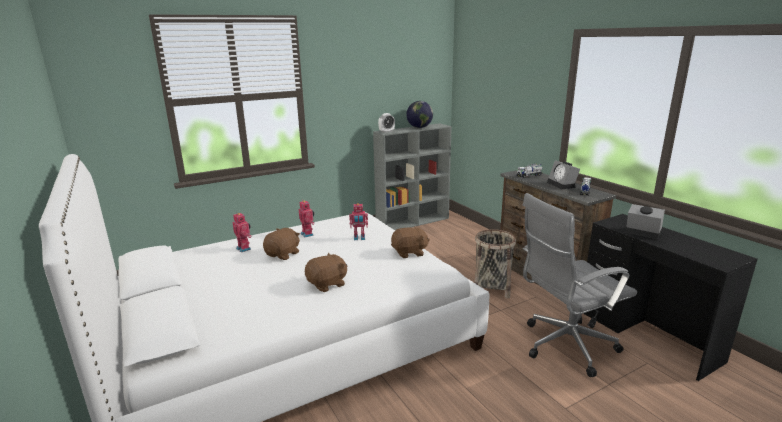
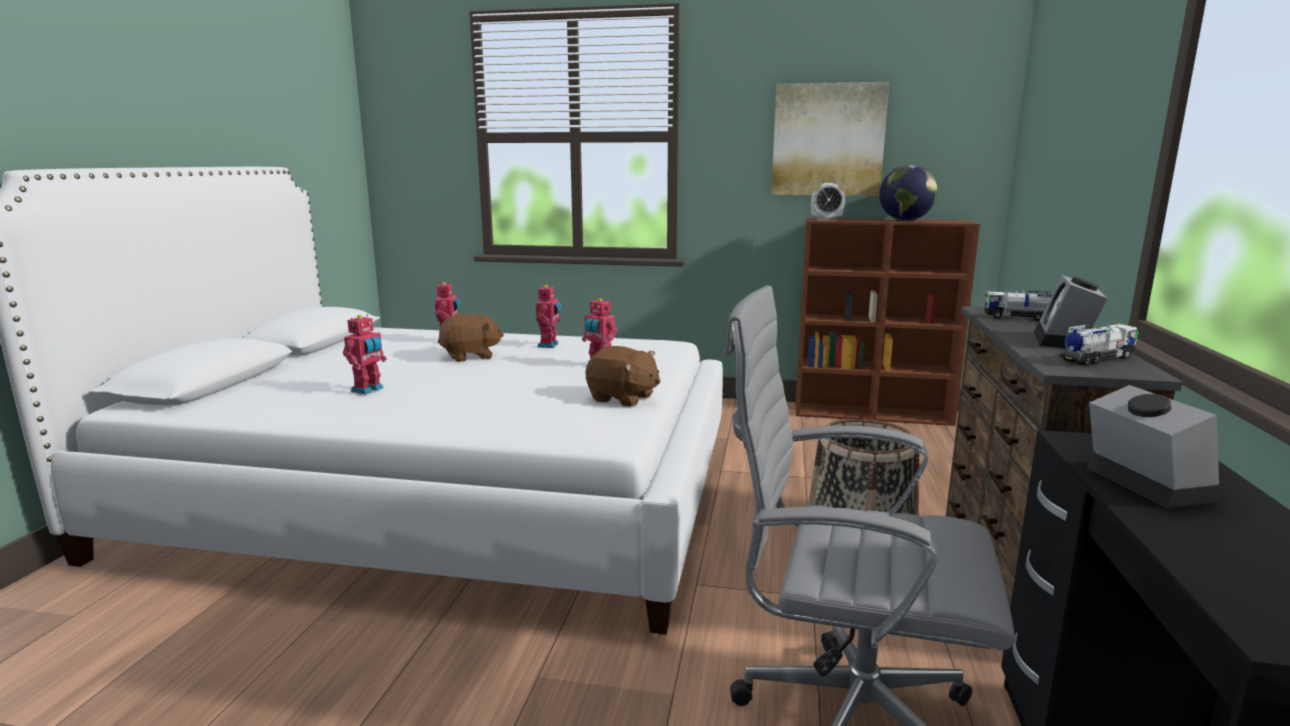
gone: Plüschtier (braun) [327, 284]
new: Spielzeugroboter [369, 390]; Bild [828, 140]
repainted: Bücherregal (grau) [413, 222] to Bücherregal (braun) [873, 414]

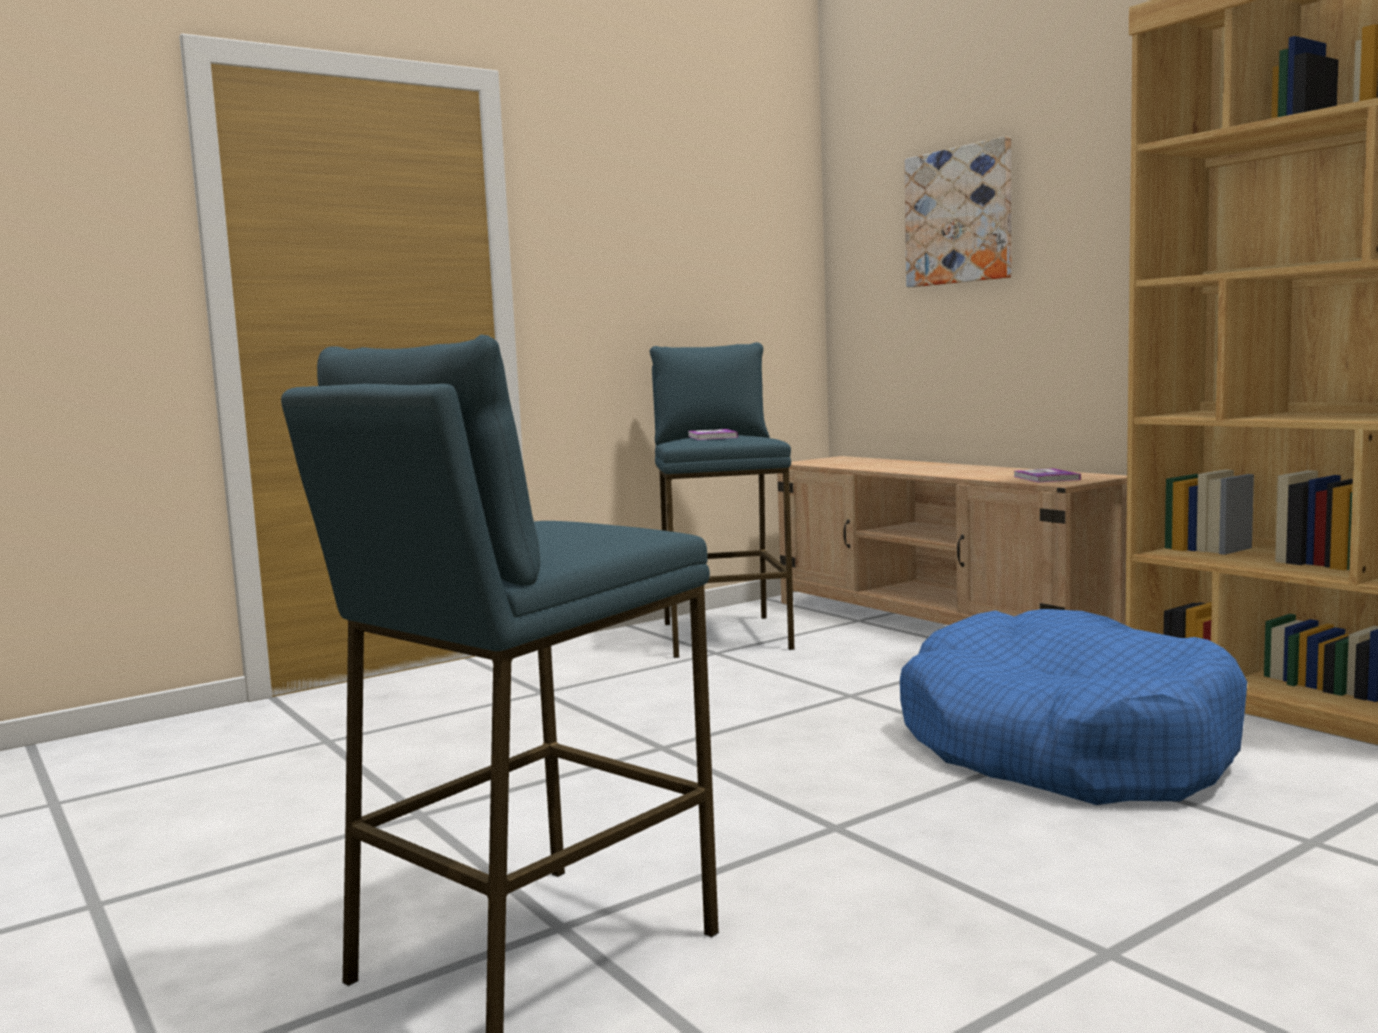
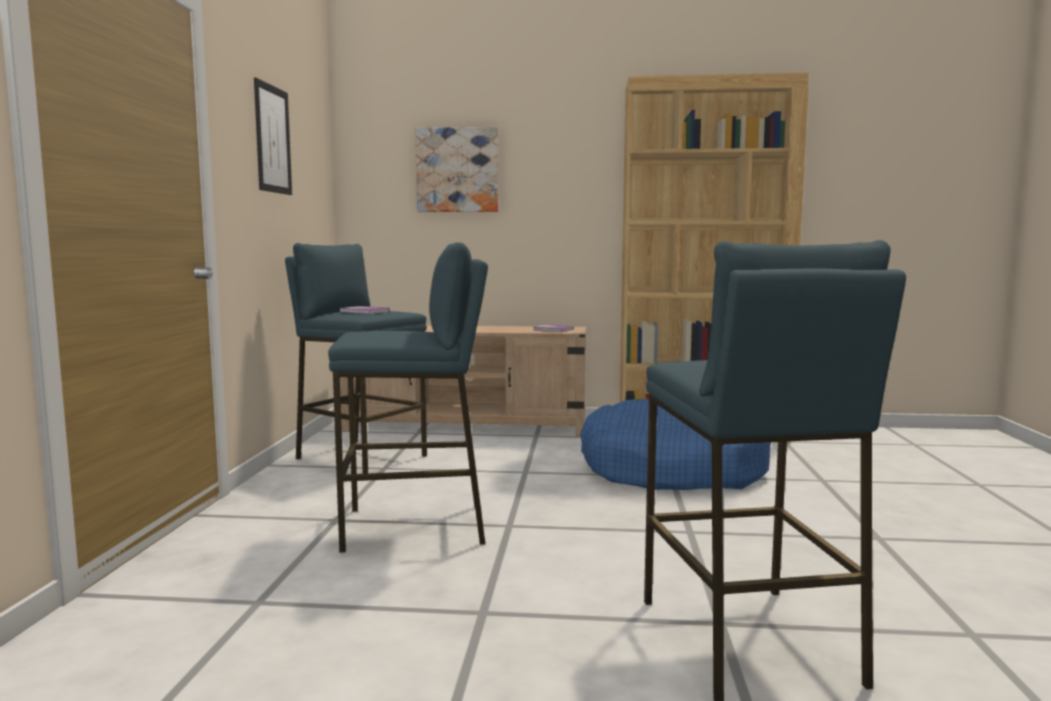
new: Bild [272, 139]; Hocker (blau) [416, 527]

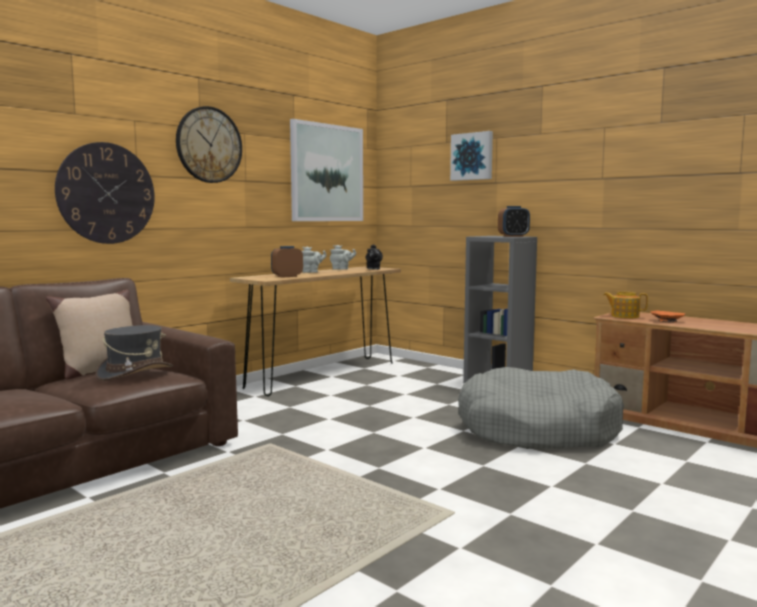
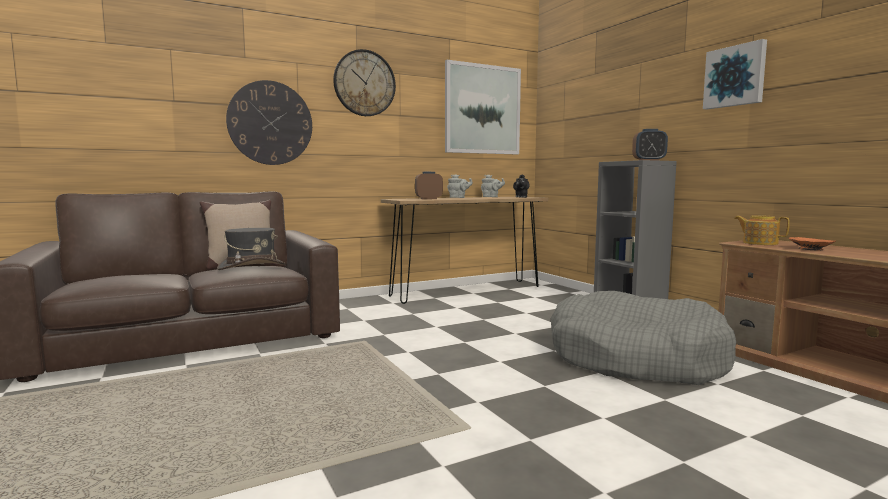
shifted: Bild [472, 156] to [735, 76]

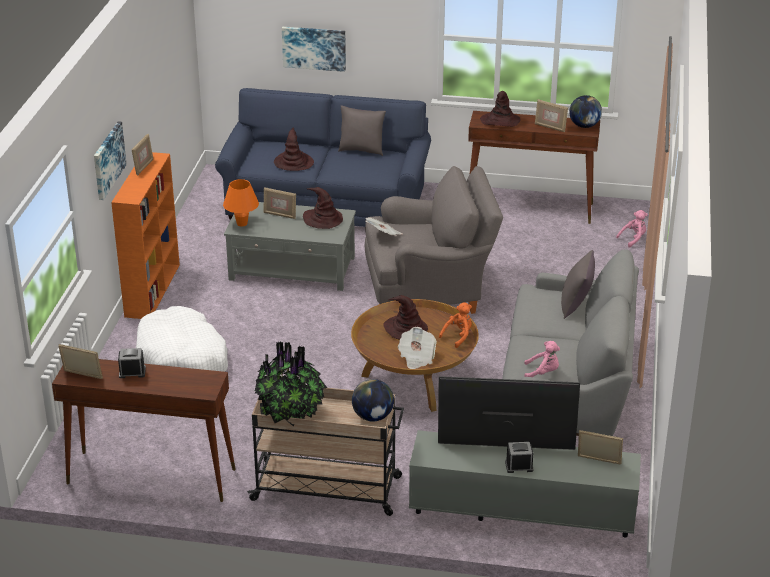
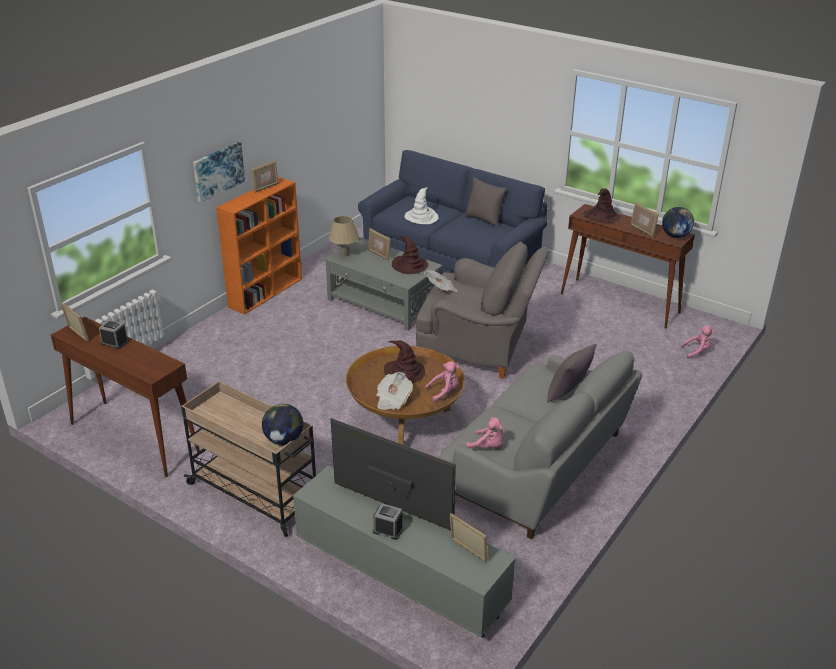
gone: Hundebett (weiß) [182, 359]; Topfpflanze [291, 413]; Bild [314, 48]
repainted: Tischlampe (orange) [242, 223] to Tischlampe (beige) [344, 254]; Hut (braun) [293, 162] to Hut (weiß) [421, 217]; Plüschtier (orange) [458, 336] to Plüschtier (rosa) [444, 392]

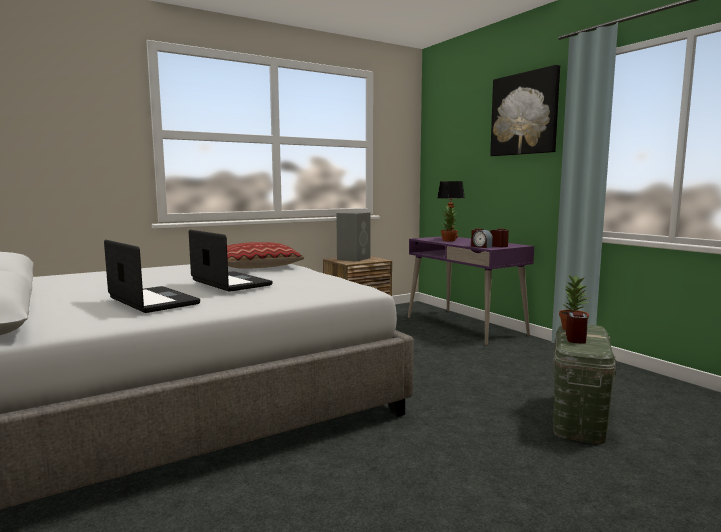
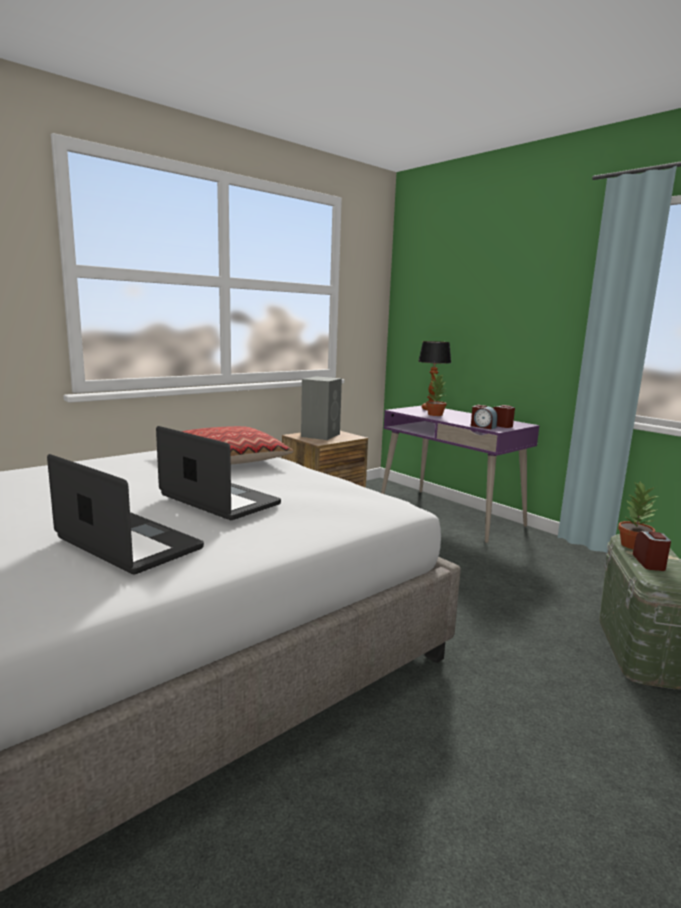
gone: Bild [524, 114]

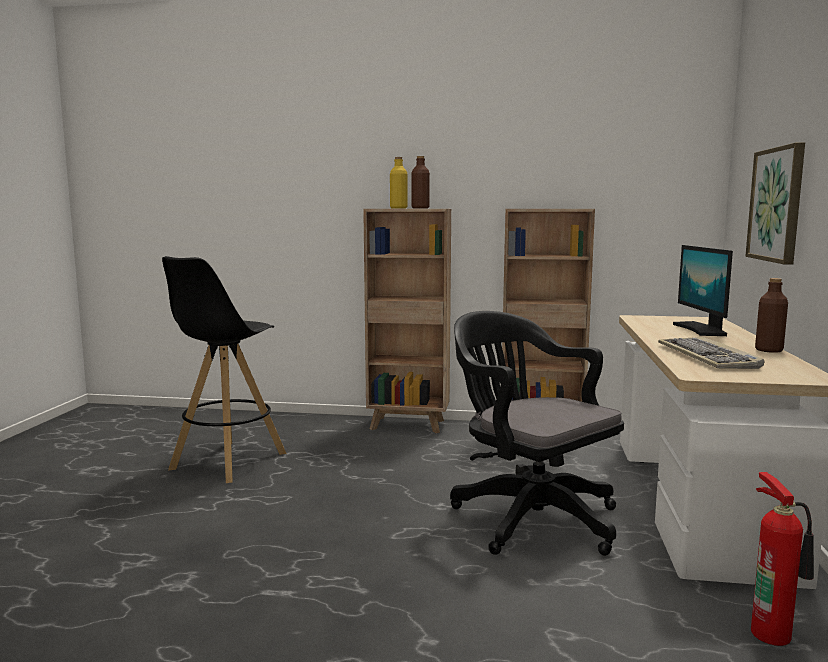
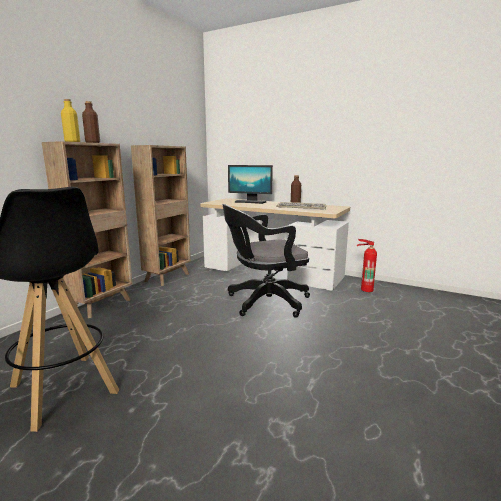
gone: Bild [777, 204]

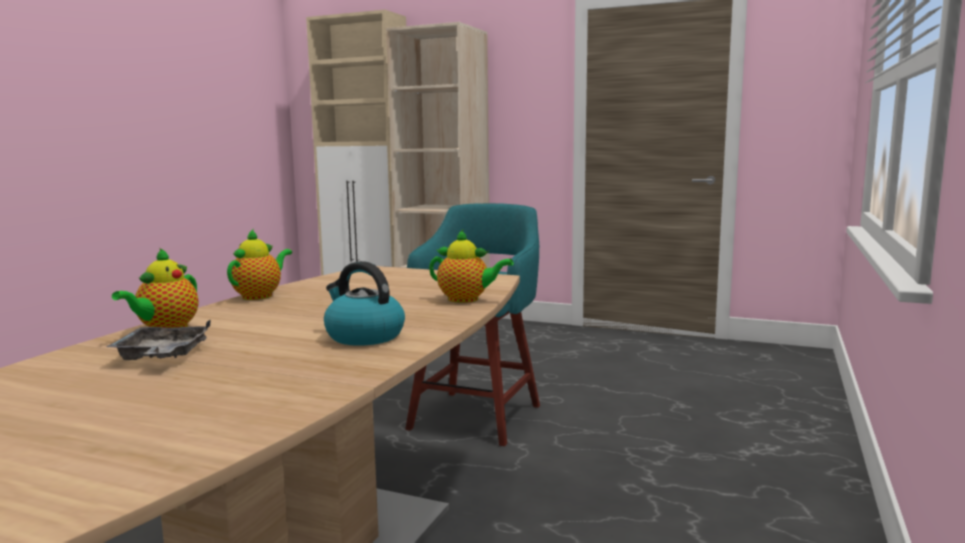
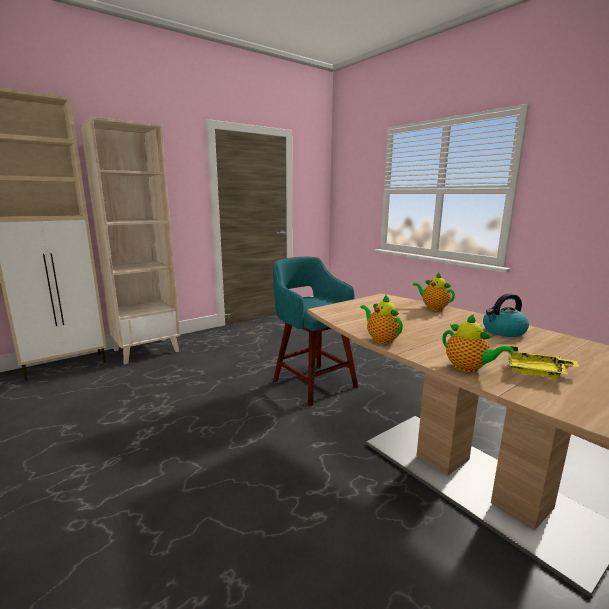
repainted: Tablett (grau) [162, 356] to Tablett (gelb) [537, 372]
rotated: Teekanne [467, 299] = [433, 307] 90 degrees counterclockwise

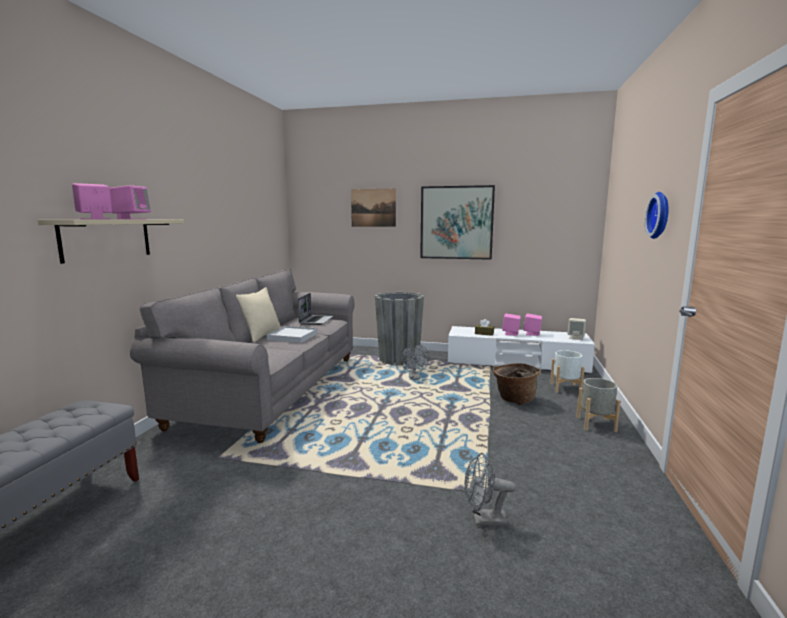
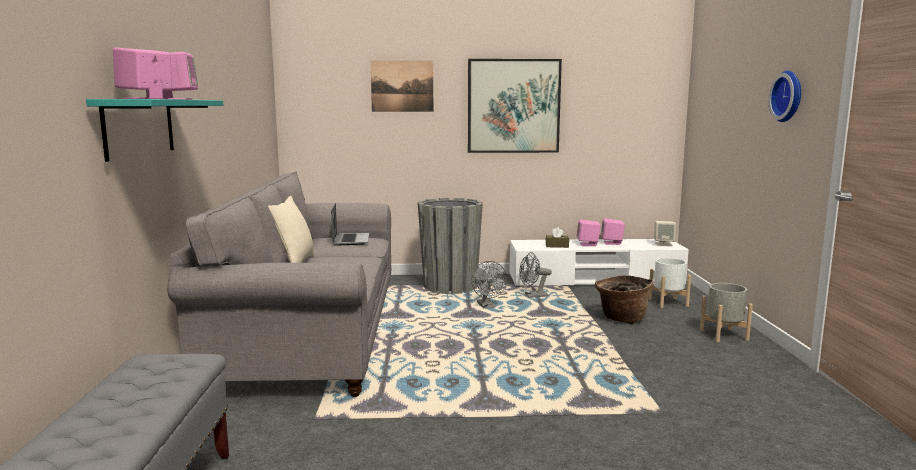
gone: Tablett (weiß) [293, 336]
shifted: Ventilator (grau) [484, 520] to [533, 296]
repainted: Wandregal (beige) [107, 239] to Wandregal (türkis) [139, 127]

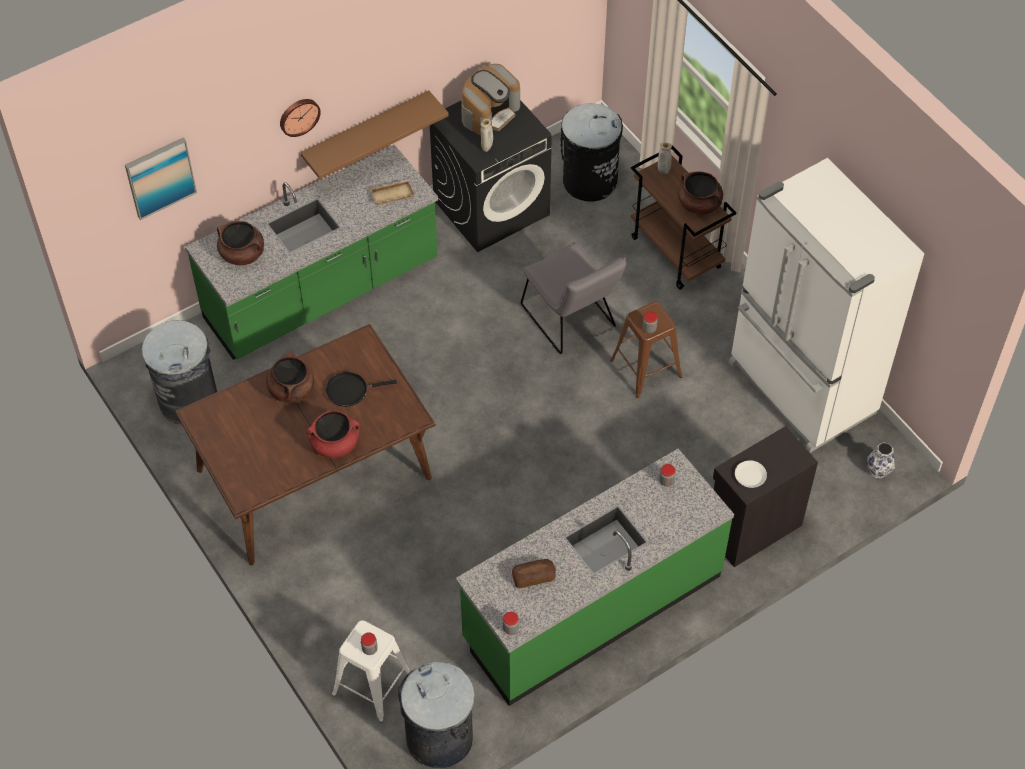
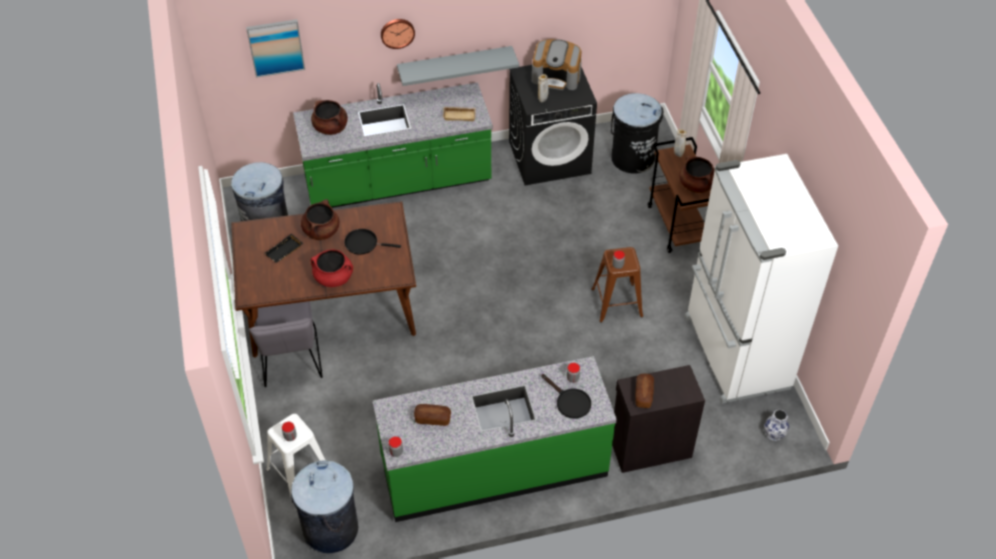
new: Tablett (schwarz) [284, 252]; Pfanne (schwarz) [569, 402]
shifted: Stuhl (grau) [571, 320] to [291, 362]
swapped: Teller (weiß) [750, 476] to Brot [643, 394]
repainted: Wandregal (braun) [366, 131] to Wandregal (grau) [455, 64]
rotated: Kaffeemaschine [489, 113] = [556, 77] 45 degrees clockwise

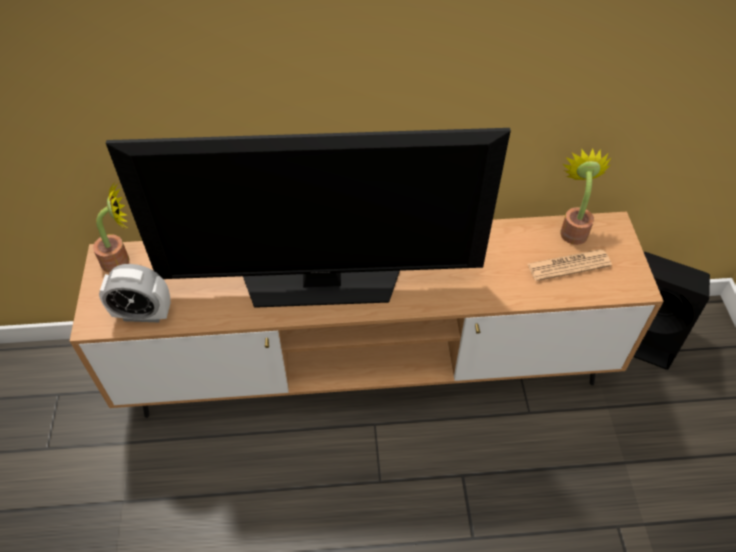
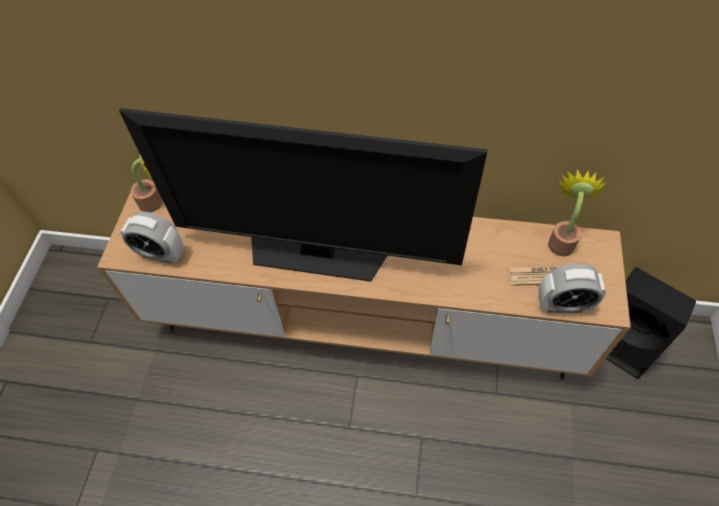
new: Wecker [563, 305]

